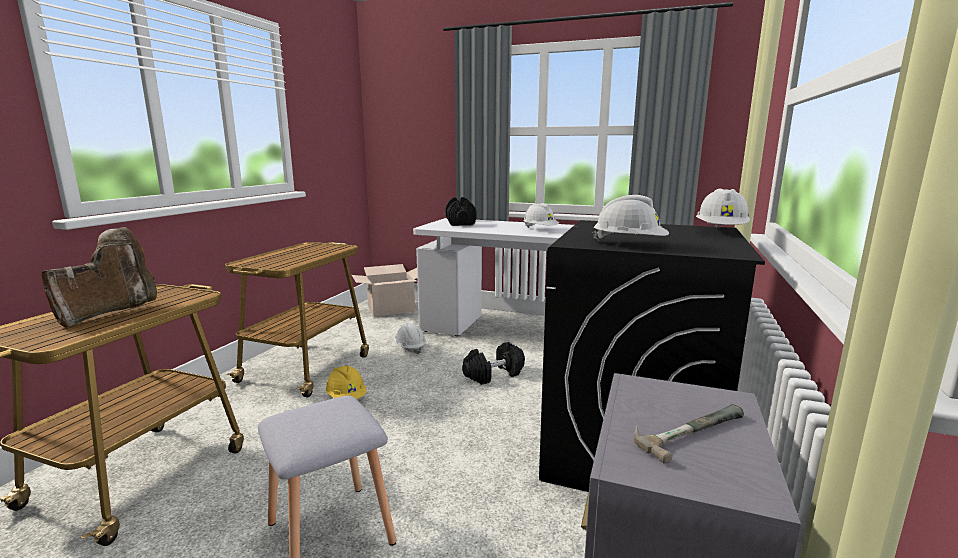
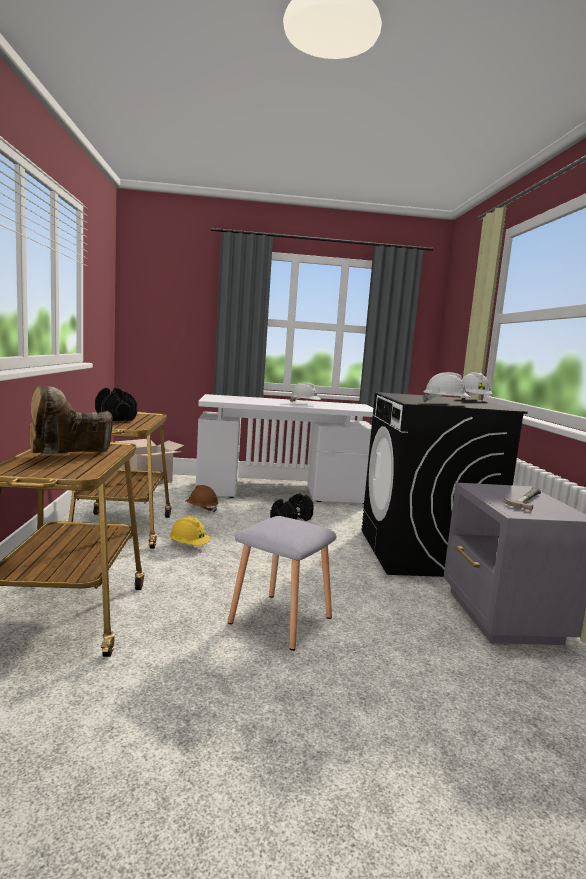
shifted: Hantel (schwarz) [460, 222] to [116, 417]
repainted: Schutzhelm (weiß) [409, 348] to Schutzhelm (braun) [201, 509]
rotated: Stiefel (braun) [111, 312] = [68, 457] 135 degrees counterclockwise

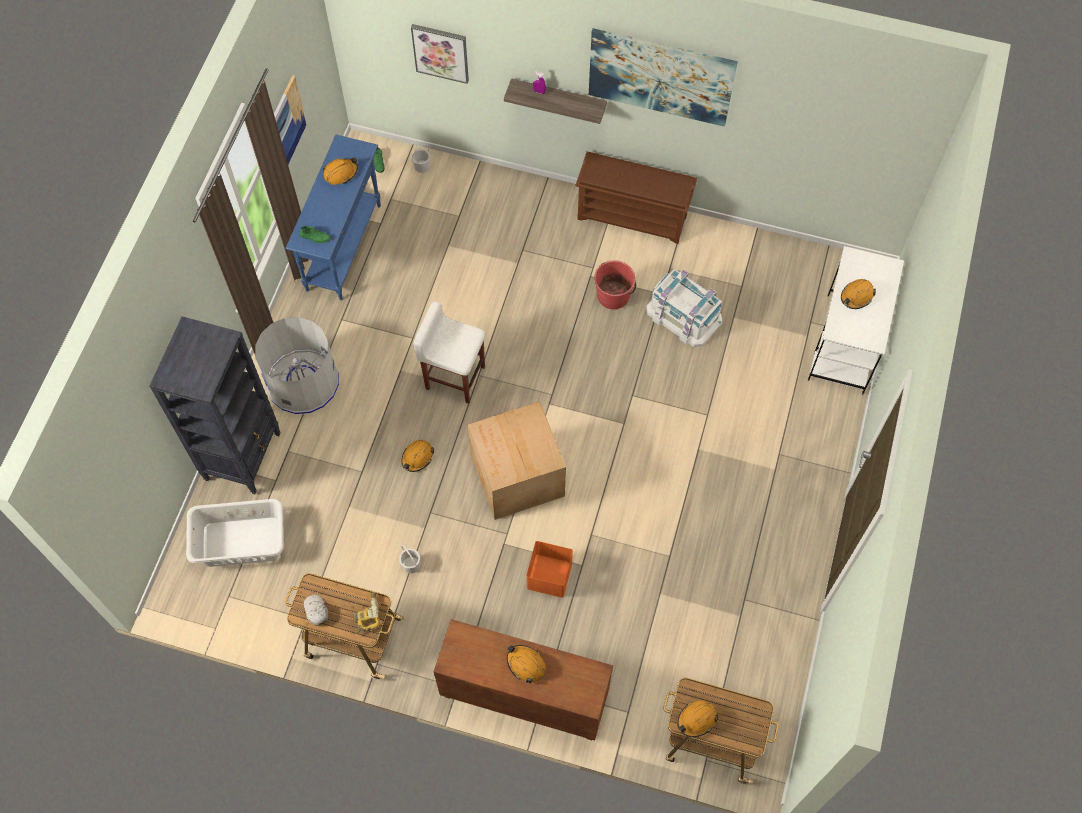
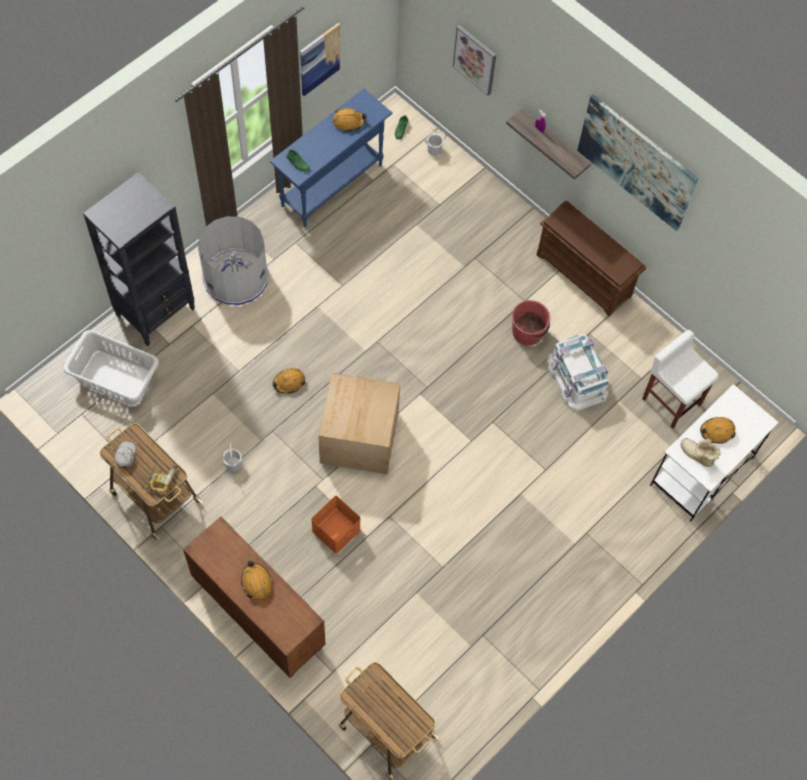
gone: Schutzhelm (orange) [696, 719]
new: Stiefel [696, 456]
shifted: Hocker (weiß) [454, 377] to [671, 401]

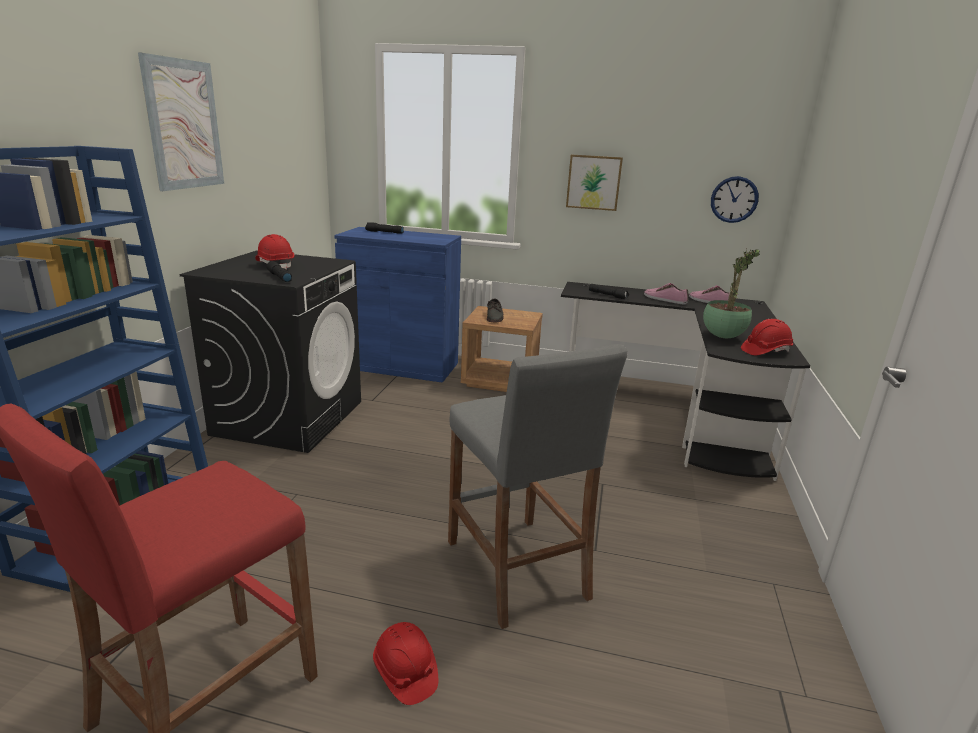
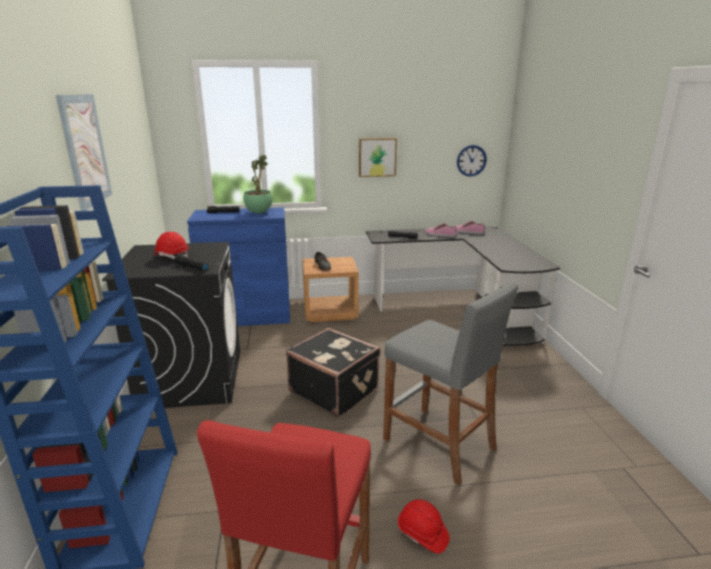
gone: Schutzhelm (rot) [765, 351]
new: Koffer (schwarz) [334, 389]
shifted: Topfpflanze [723, 336] to [259, 212]

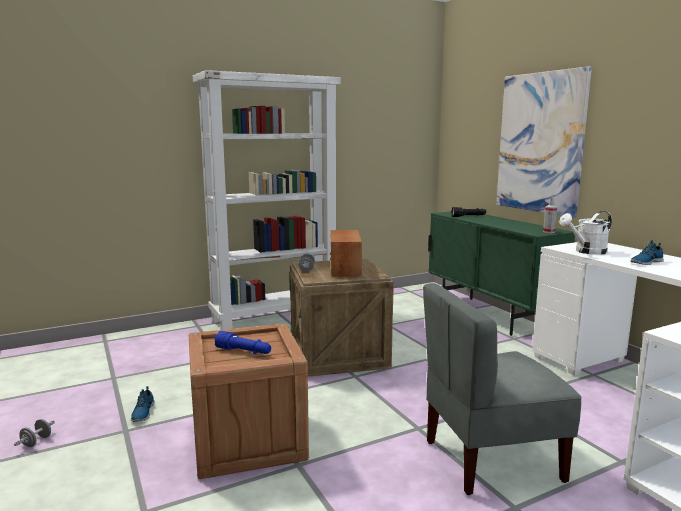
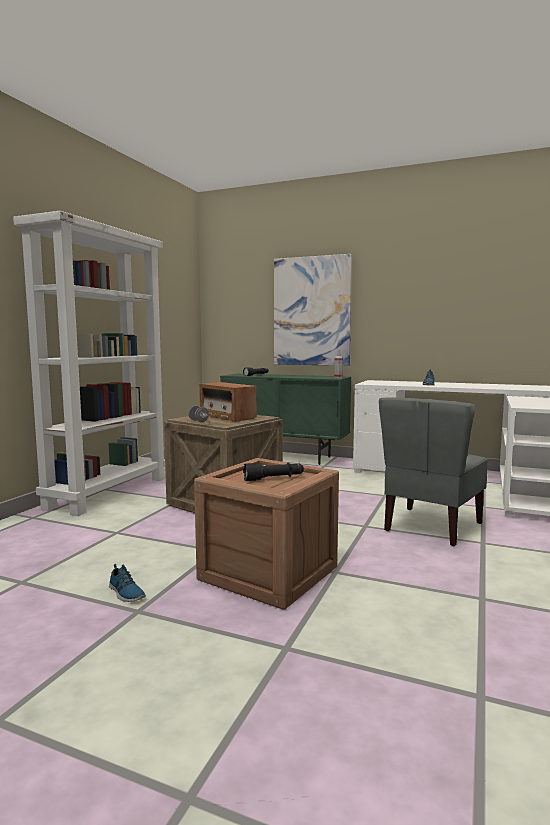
gone: Hantel (grau) [36, 442]; Gießkanne (weiß) [586, 252]
repainted: Taschenlampe (blau) [244, 352] to Taschenlampe (schwarz) [274, 478]

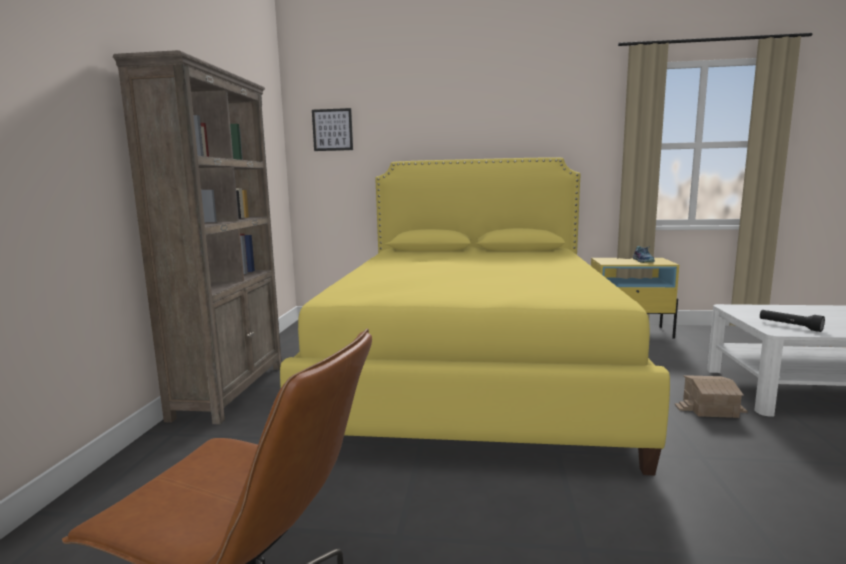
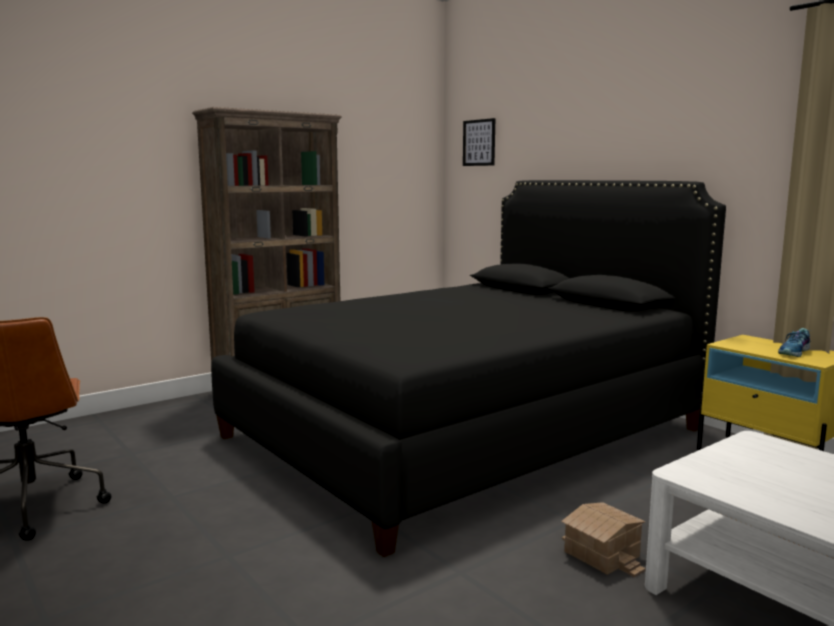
gone: Taschenlampe (schwarz) [789, 326]
repainted: Bett (gelb) [472, 371] to Bett (schwarz) [466, 432]

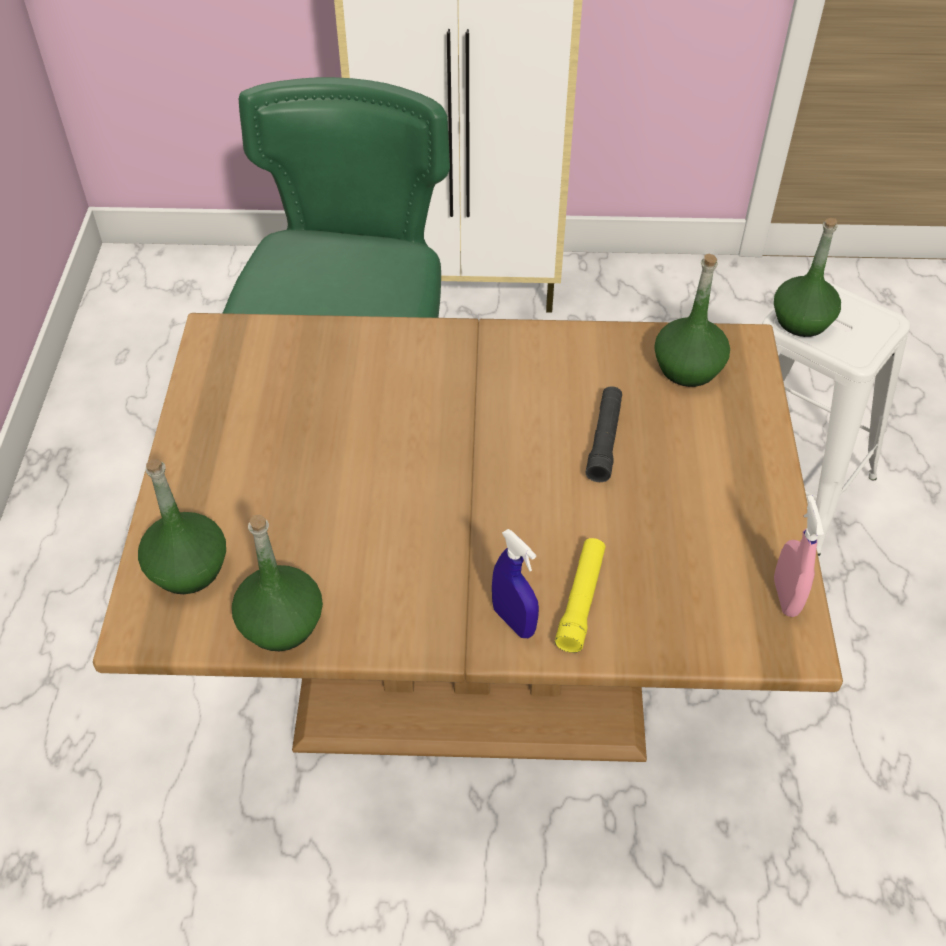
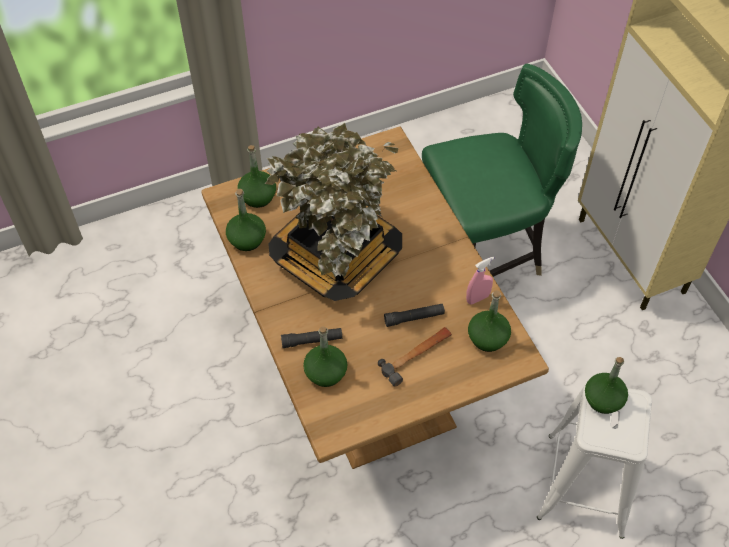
gone: Sprühflasche (blau) [513, 621]
new: Topfpflanze [337, 255]; Flasche (grün) [325, 372]; Hammer [417, 356]
shifted: Sprühflasche (rosa) [785, 597] to [477, 298]
repainted: Taschenlampe (gelb) [581, 600] to Taschenlampe (schwarz) [312, 340]

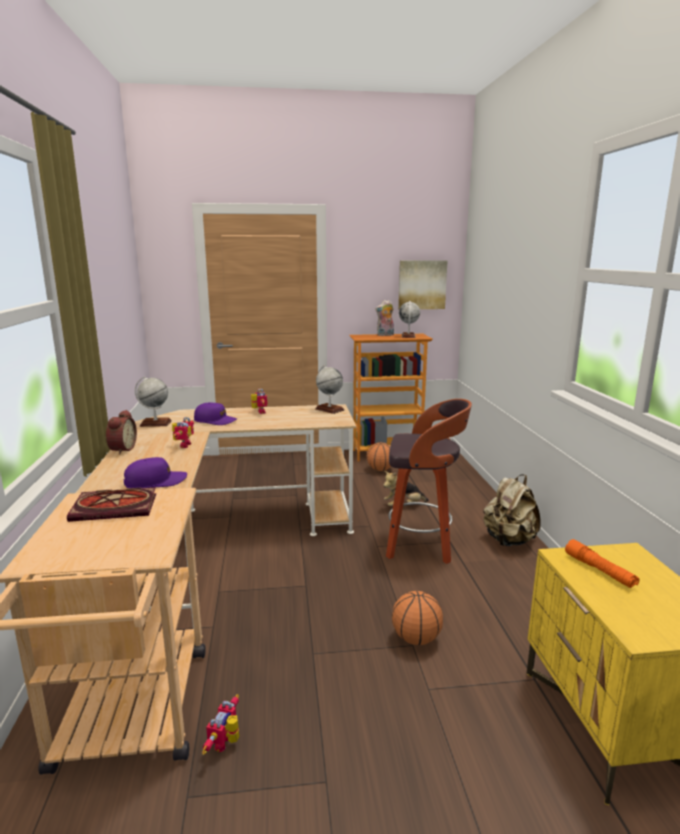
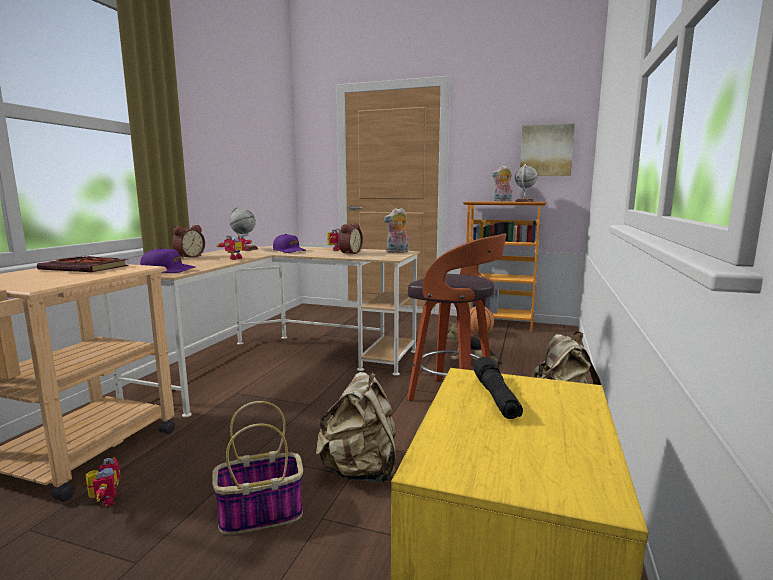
new: Korb [259, 514]; Wecker [349, 253]
swapped: Basketball [416, 639] to Rucksack (beige) [360, 471]; Globus [329, 409] to Plüschtier [397, 252]
repainted: Taschenlampe (orange) [599, 571] to Taschenlampe (schwarz) [496, 397]
rotated: Spielzeugroboter [227, 743] = [105, 501] 120 degrees clockwise

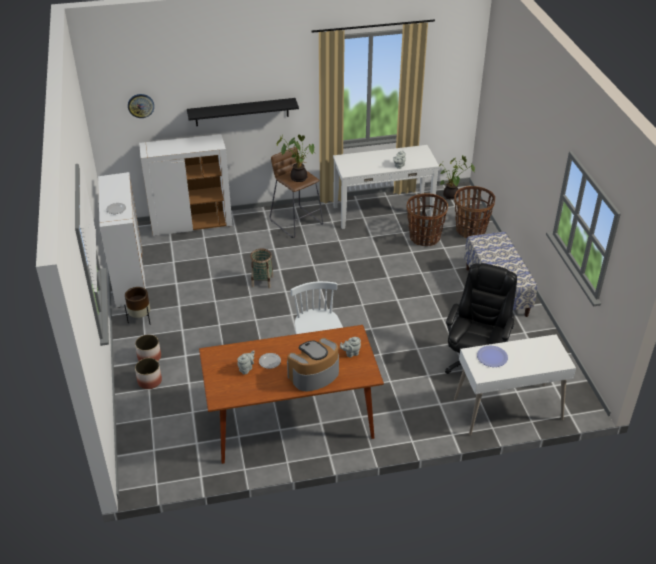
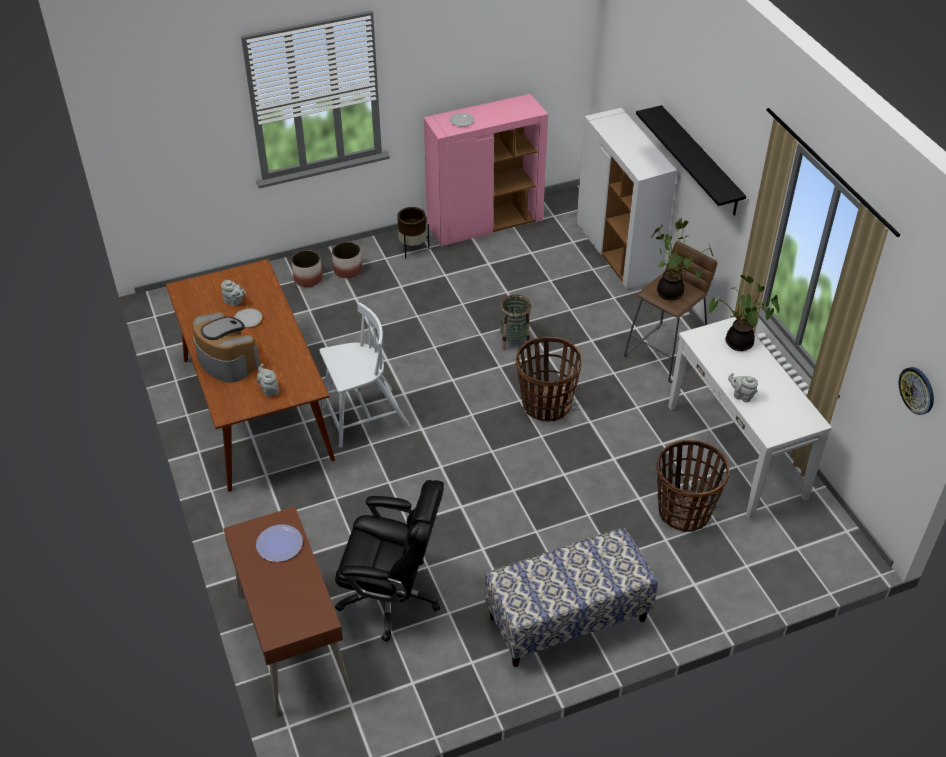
shifted: Korb [470, 230] to [546, 405]; Topfpflanze [451, 196] to [737, 343]; Wanduhr [141, 105] to [917, 390]
repainted: Schreibtisch (weiß) [507, 410] to Schreibtisch (braun) [291, 641]; Schrank (weiß) [129, 279] to Schrank (rosa) [485, 224]

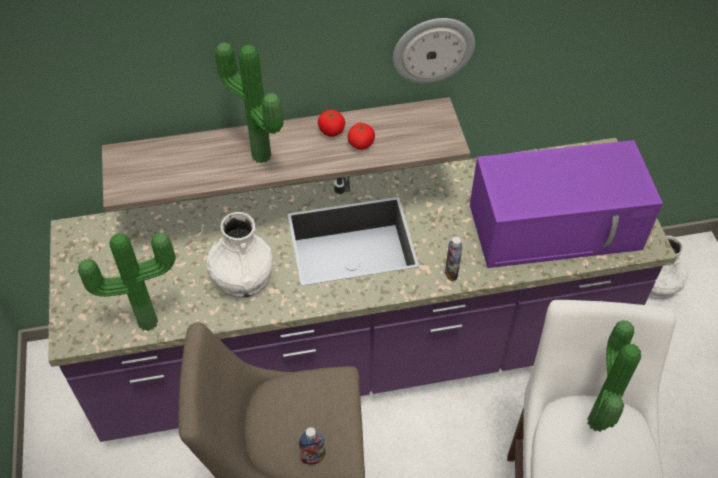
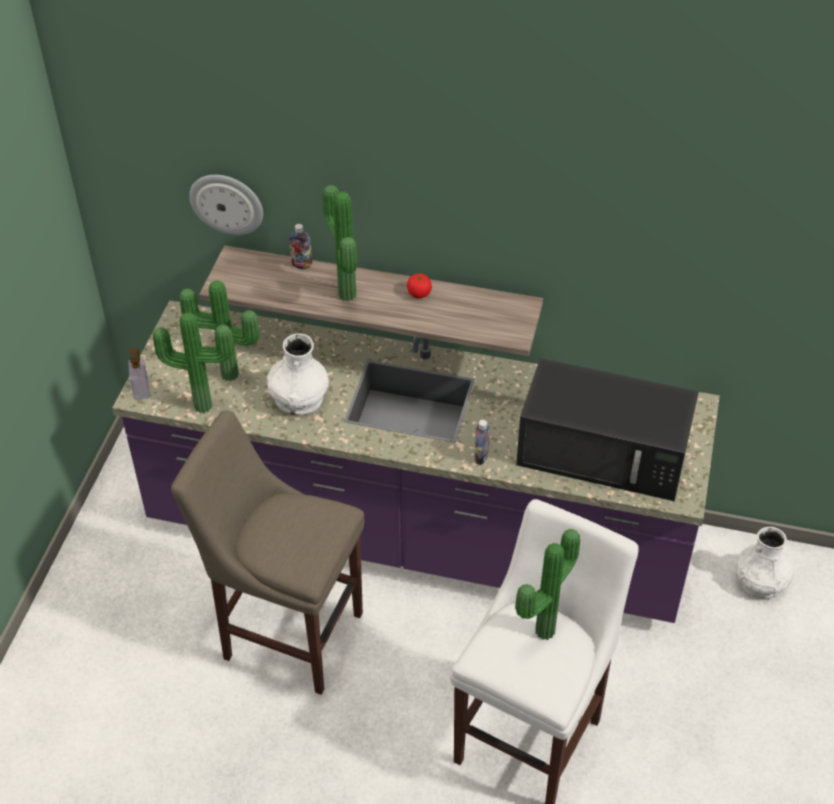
gone: Tomate [361, 144]
new: Seifenspender [141, 389]; Topfpflanze [229, 377]
shifted: Wanduhr [433, 49] to [227, 203]; Flasche [313, 457] to [301, 265]
repainted: Mikrowelle (lila) [557, 225] to Mikrowelle (schwarz) [605, 452]

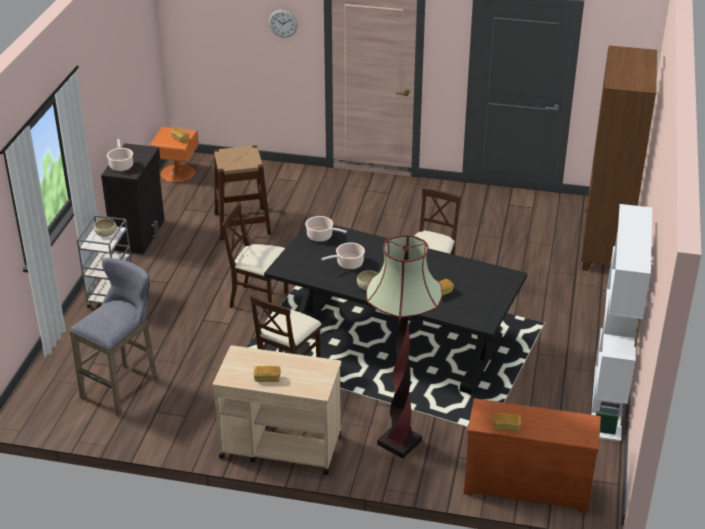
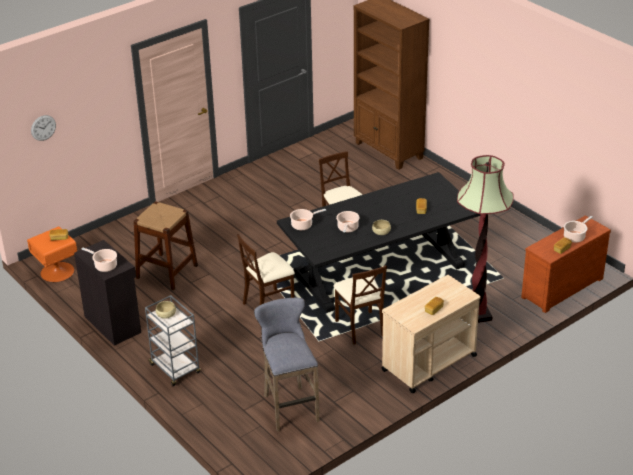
gone: Bücherregal (weiß) [608, 403]
new: Kochtopf [575, 237]
shifted: Wanduhr [283, 23] to [43, 128]

